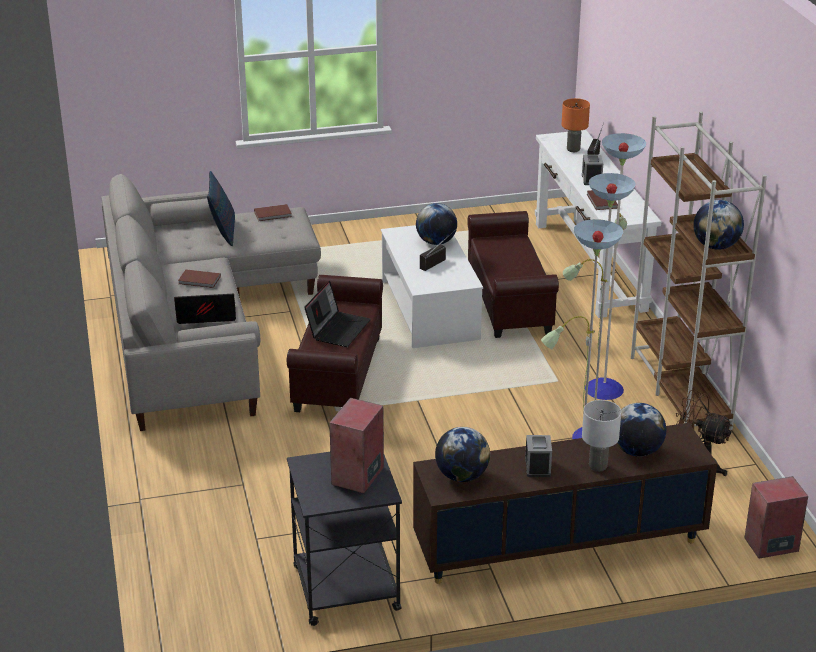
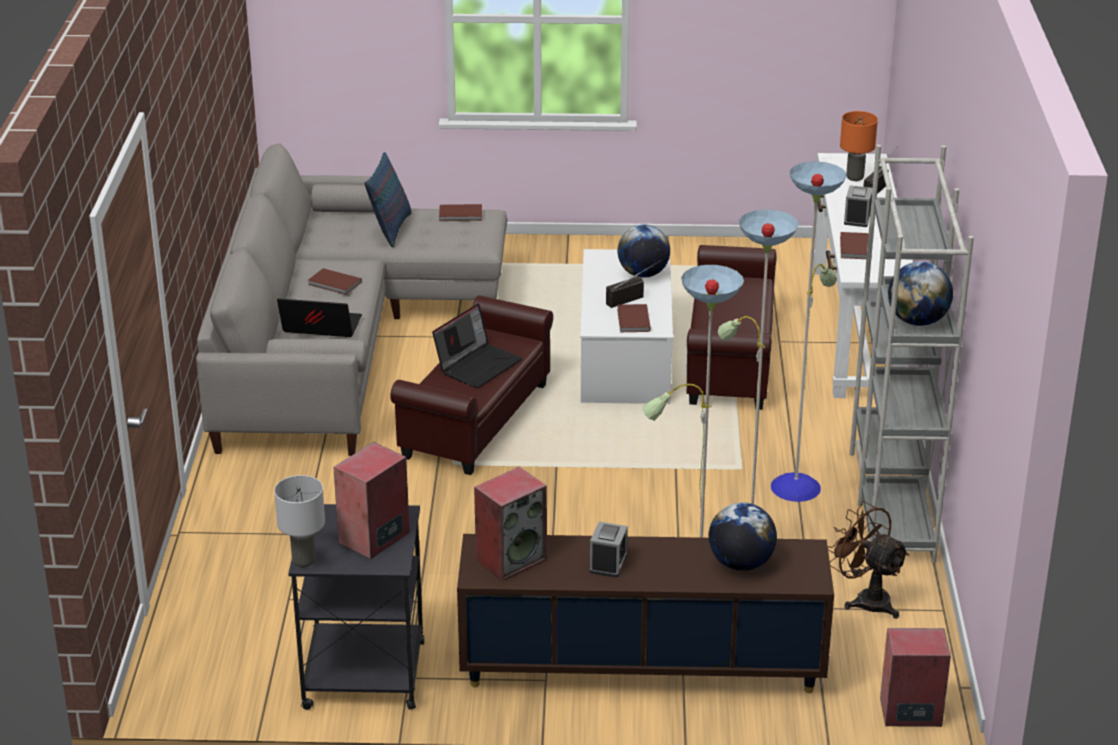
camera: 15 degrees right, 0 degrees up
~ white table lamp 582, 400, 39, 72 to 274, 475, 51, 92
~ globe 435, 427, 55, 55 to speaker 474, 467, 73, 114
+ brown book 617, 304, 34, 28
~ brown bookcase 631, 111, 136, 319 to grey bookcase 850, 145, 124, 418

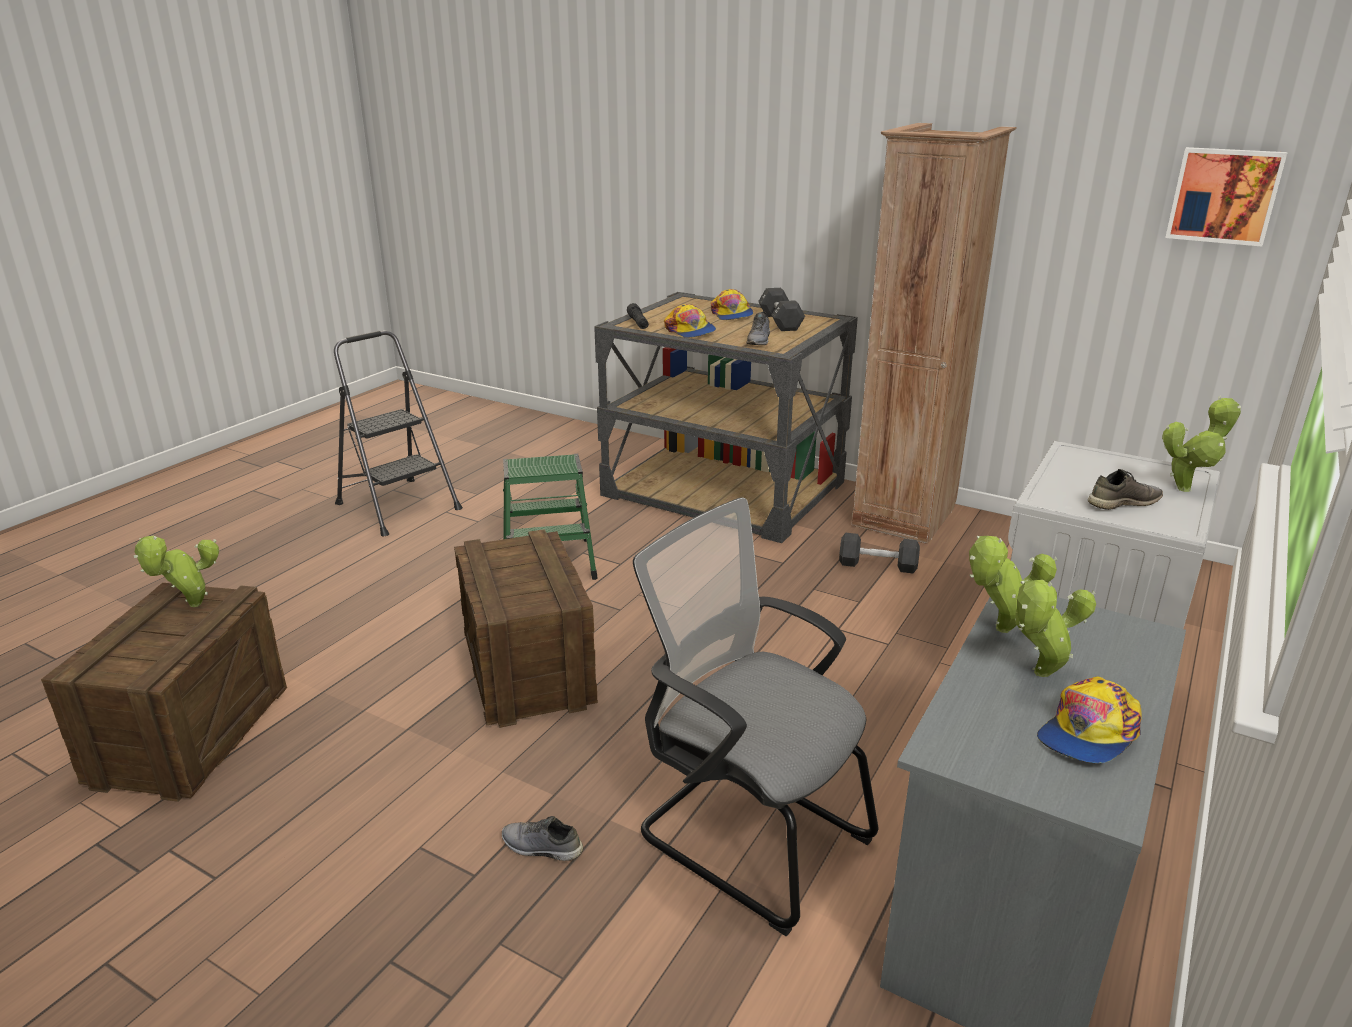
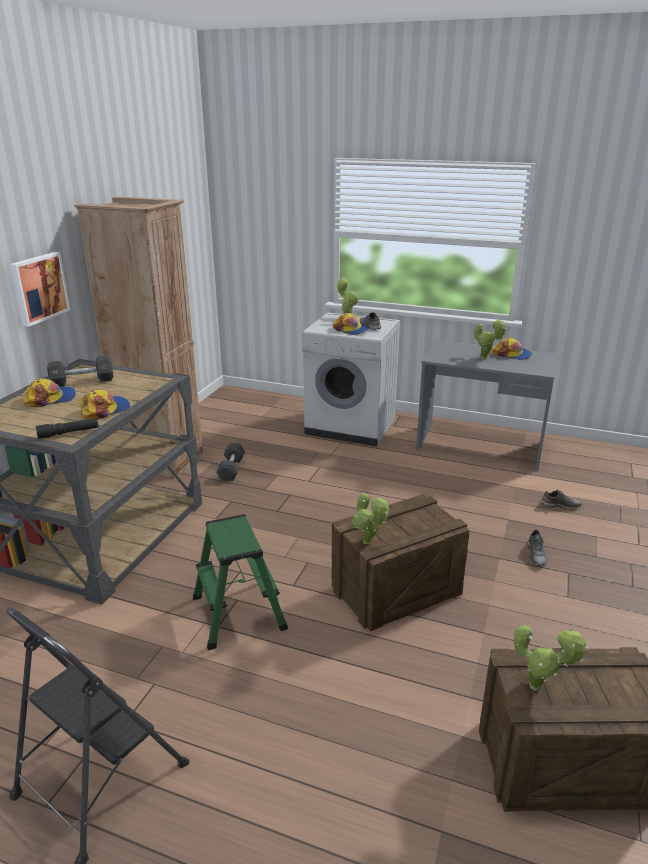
camera: 100 degrees left, 0 degrees up
~ picture 1165, 147, 123, 100 to 9, 252, 61, 75
+ cap 333, 313, 36, 22
~ potted plant 969, 536, 88, 97 to 352, 492, 37, 52
~ grey shoe 746, 312, 24, 33 to 541, 490, 41, 20
- chair 633, 498, 245, 438

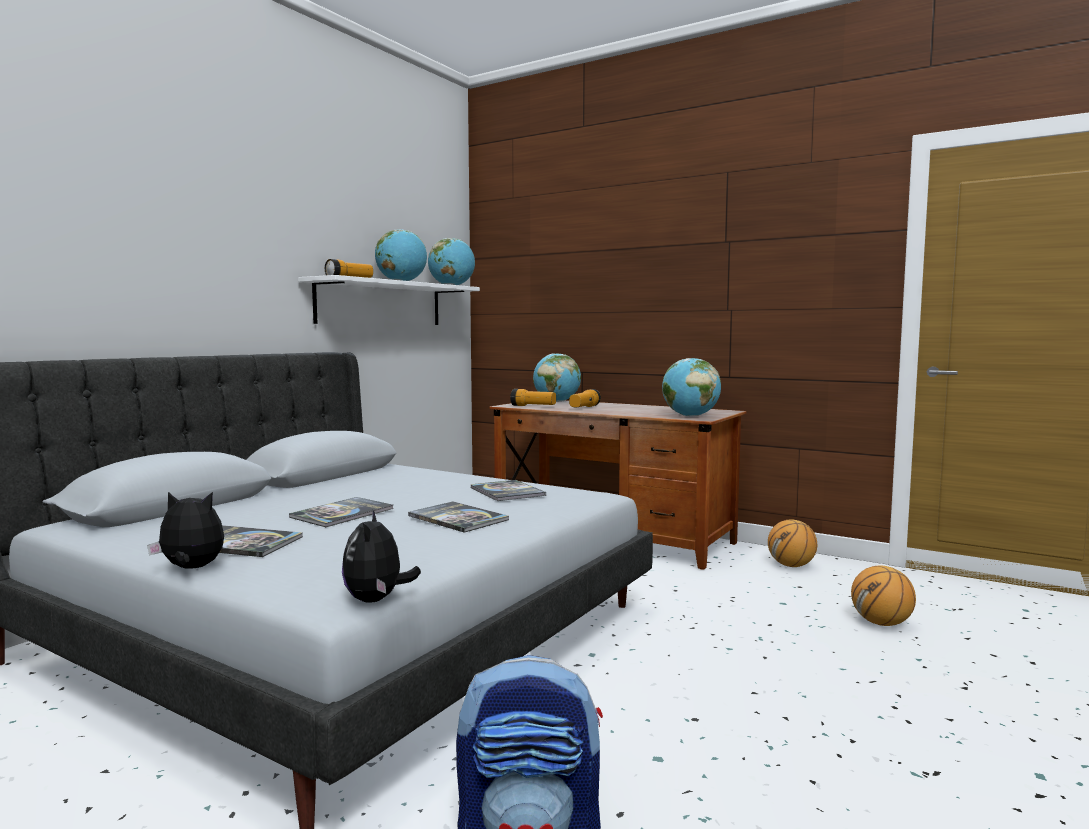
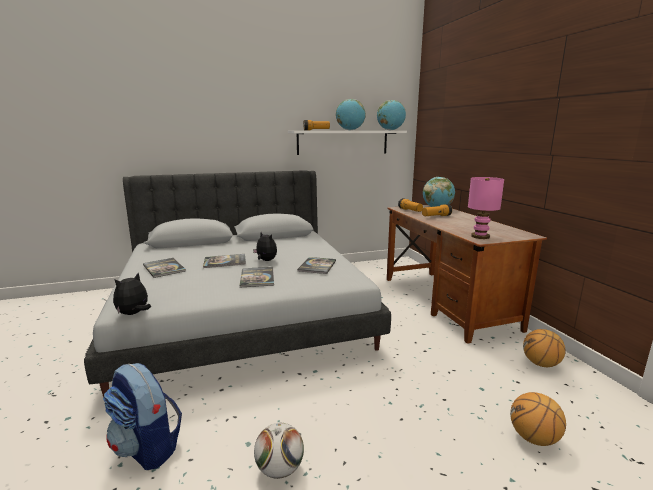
camera: 40 degrees right, 10 degrees up
~ plush toy 147, 492, 77, 77 to 253, 232, 24, 29
+ football 254, 423, 50, 56
~ globe 662, 358, 59, 59 to pink table lamp 468, 177, 36, 62

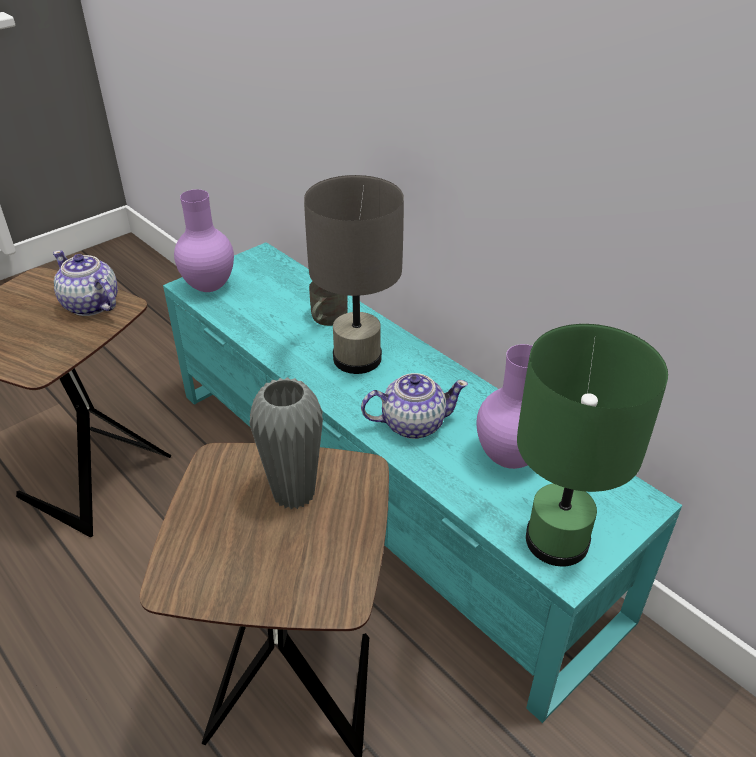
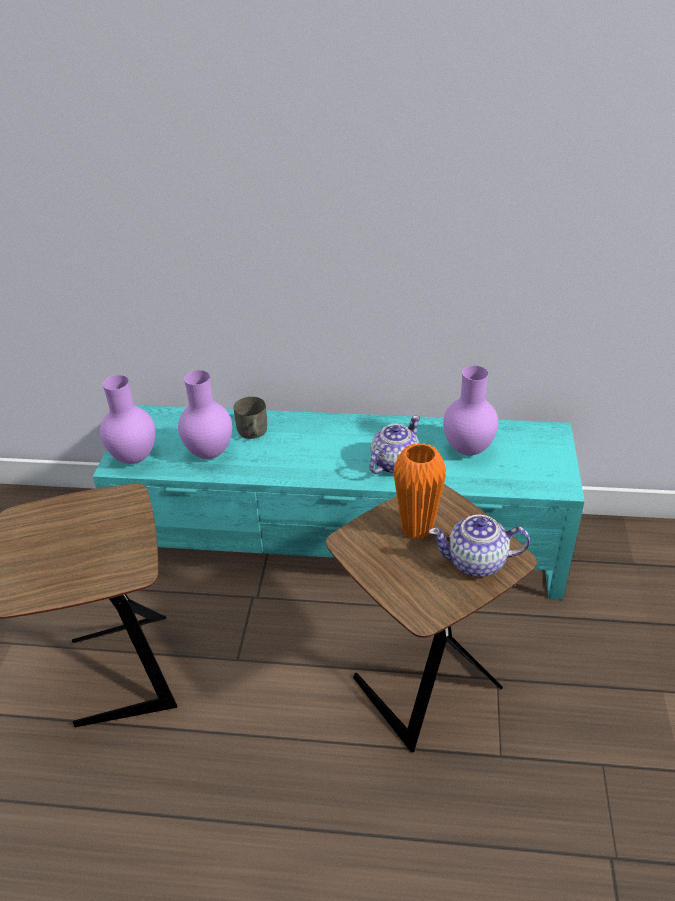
camera: 40 degrees left, 0 degrees up
+ purple vase 178, 370, 54, 89
~ grey vase 249, 377, 74, 132 to orange vase 393, 443, 53, 97
~ teapot 53, 250, 65, 66 to 428, 515, 102, 62
- grey table lamp 304, 175, 100, 199
- green table lamp 517, 324, 151, 242

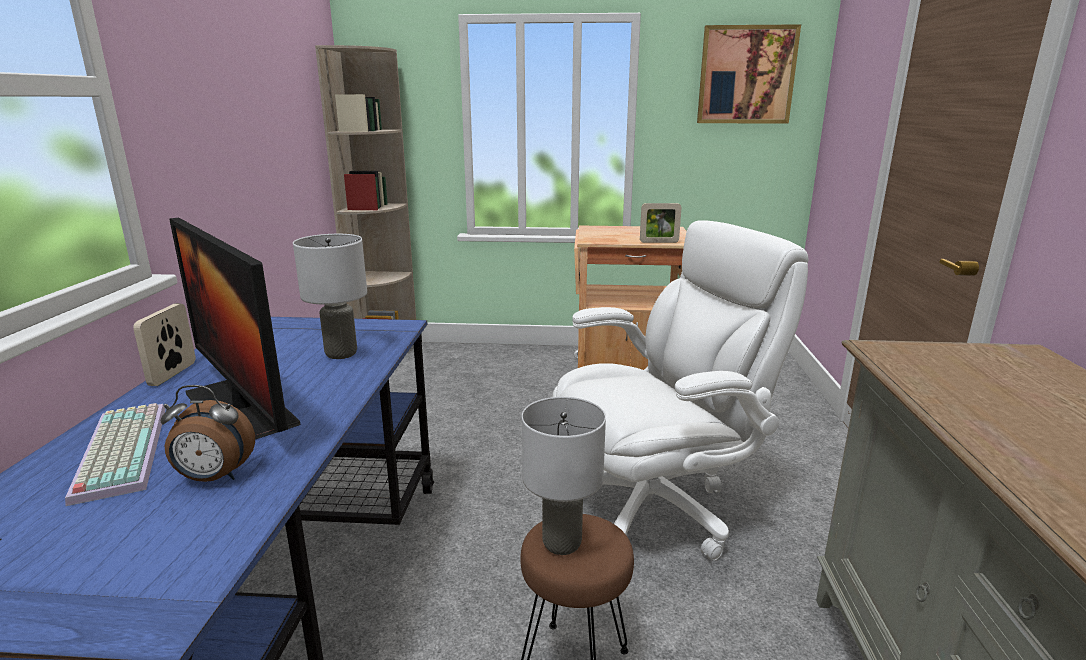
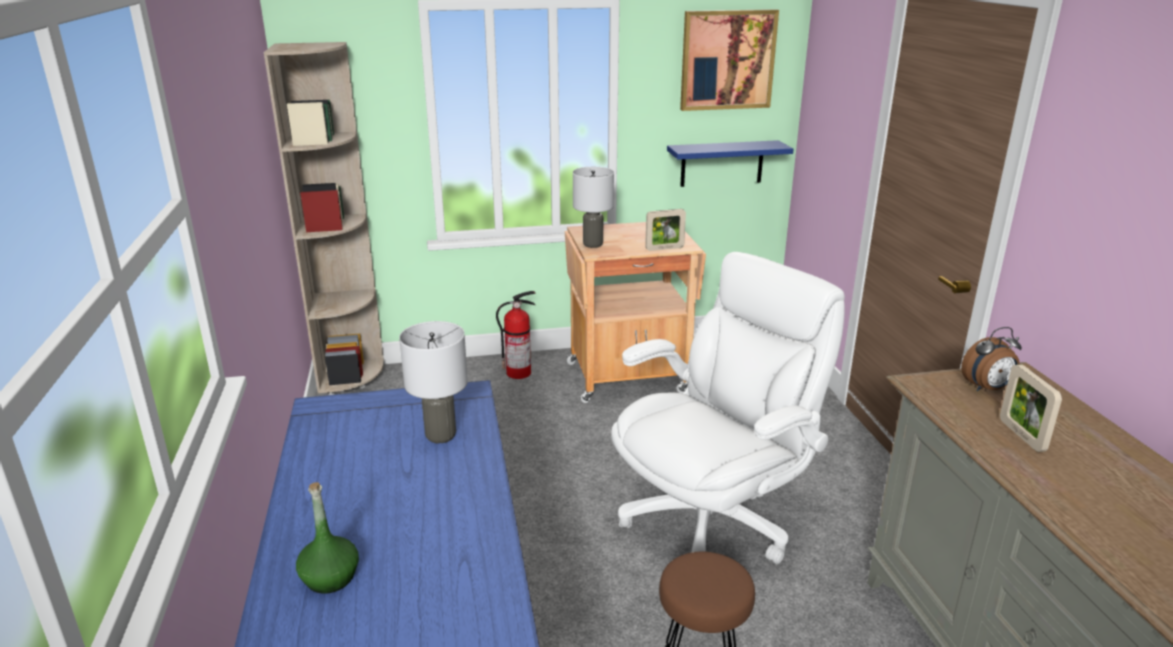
camera: 15 degrees left, 5 degrees up
~ keyboard 65, 403, 101, 103 to green bottle 296, 482, 63, 112
+ fire extinguisher 496, 291, 39, 88
~ white table lamp 522, 397, 84, 158 to 573, 167, 41, 81
+ blue shelf 667, 140, 126, 47
~ alarm clock 161, 385, 94, 97 to 961, 327, 61, 64
~ picture frame 133, 304, 63, 82 to 1000, 364, 62, 88
- monitor 169, 218, 132, 221

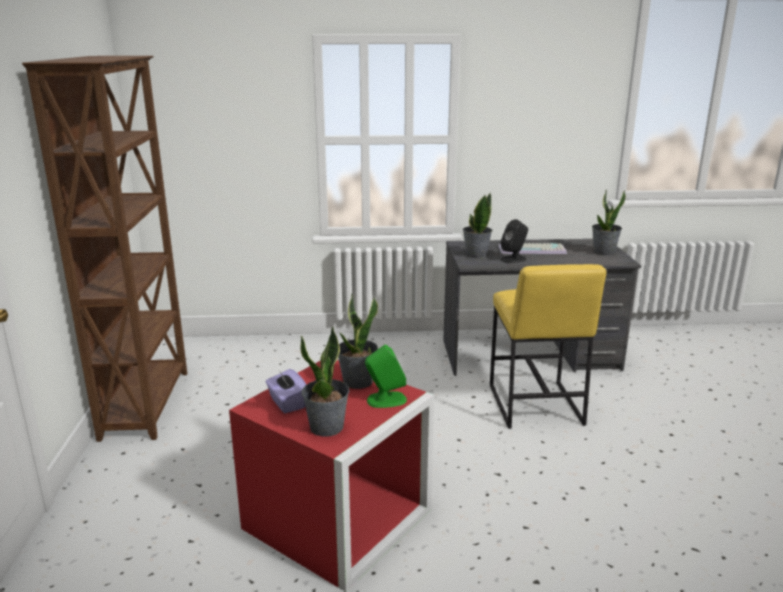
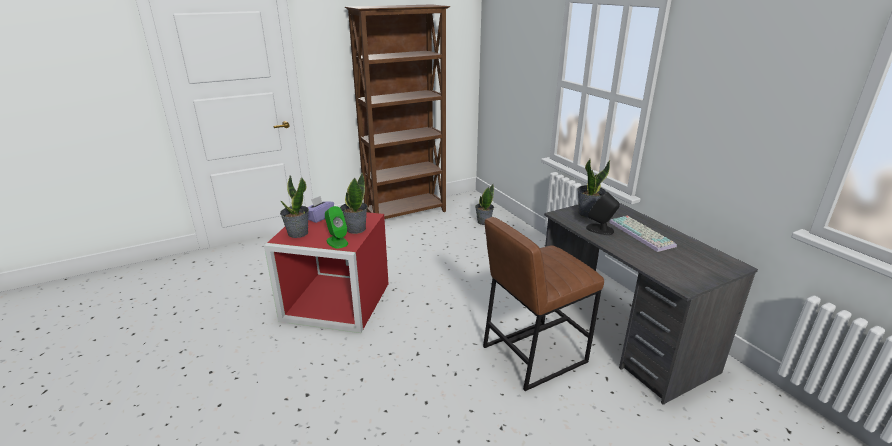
camera: 65 degrees right, 5 degrees up
~ potted plant 592, 189, 34, 67 to 475, 184, 19, 41
~ yellow chair 490, 264, 116, 165 to brown chair 483, 217, 121, 174

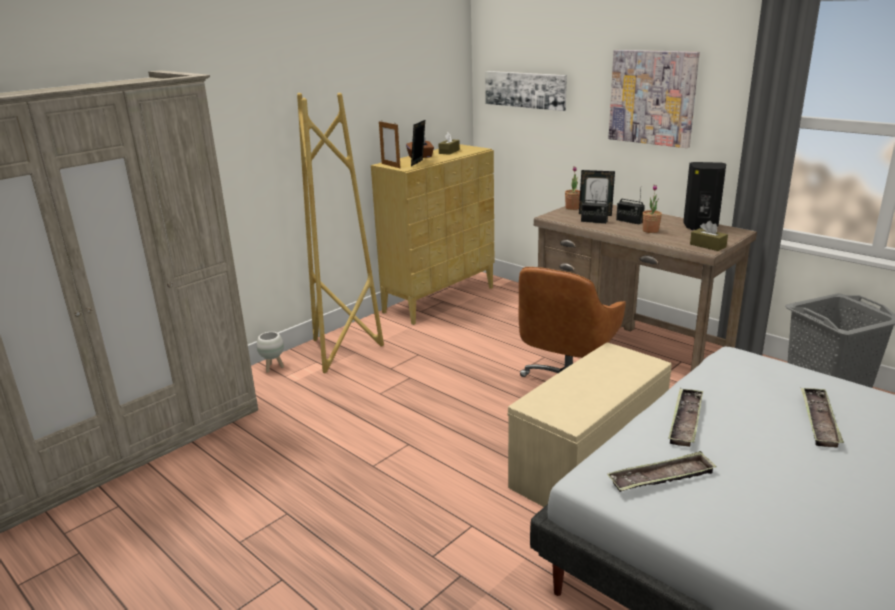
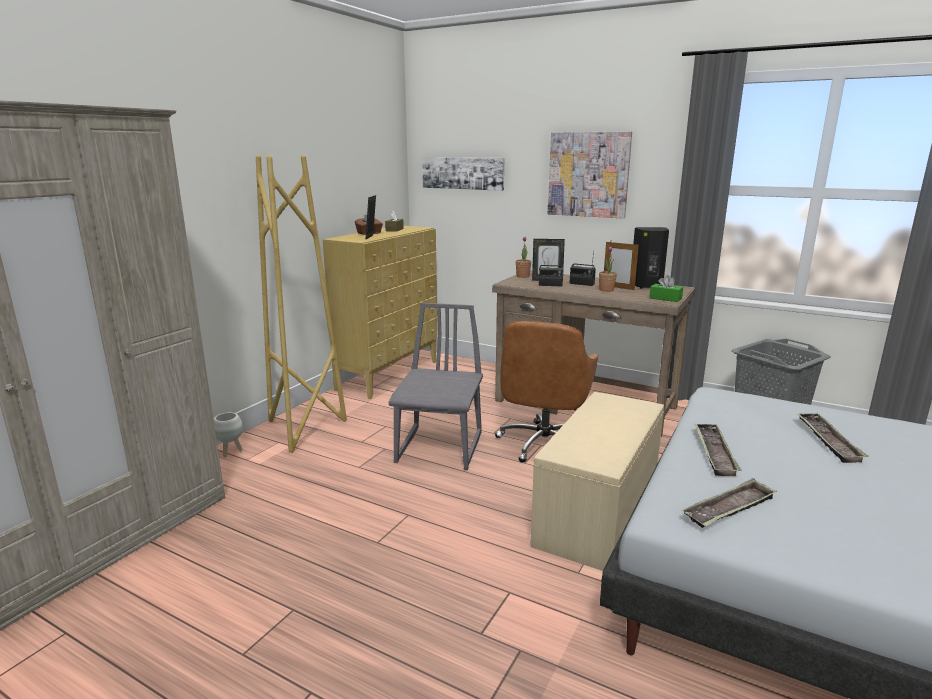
camera: 15 degrees left, 5 degrees down
+ grey chair 389, 303, 94, 167
~ picture frame 379, 120, 22, 48 to 604, 242, 35, 48
~ brown tissue box 690, 221, 38, 30 to green tissue box 649, 275, 34, 27

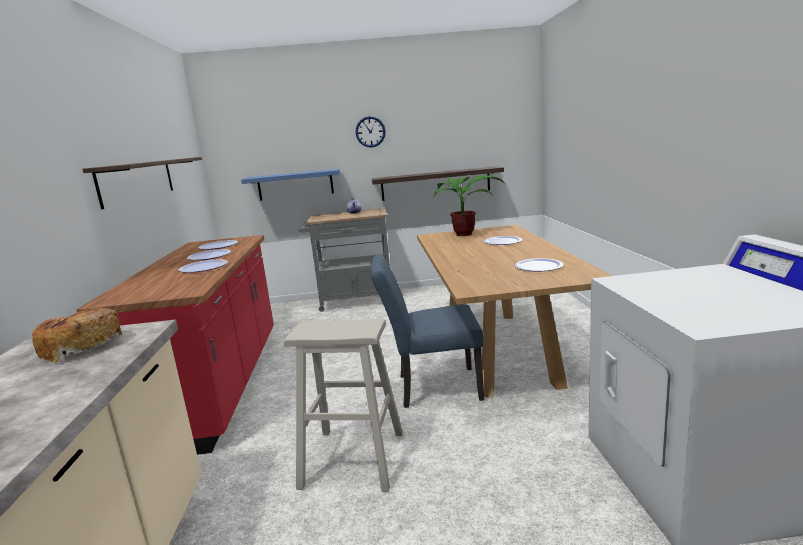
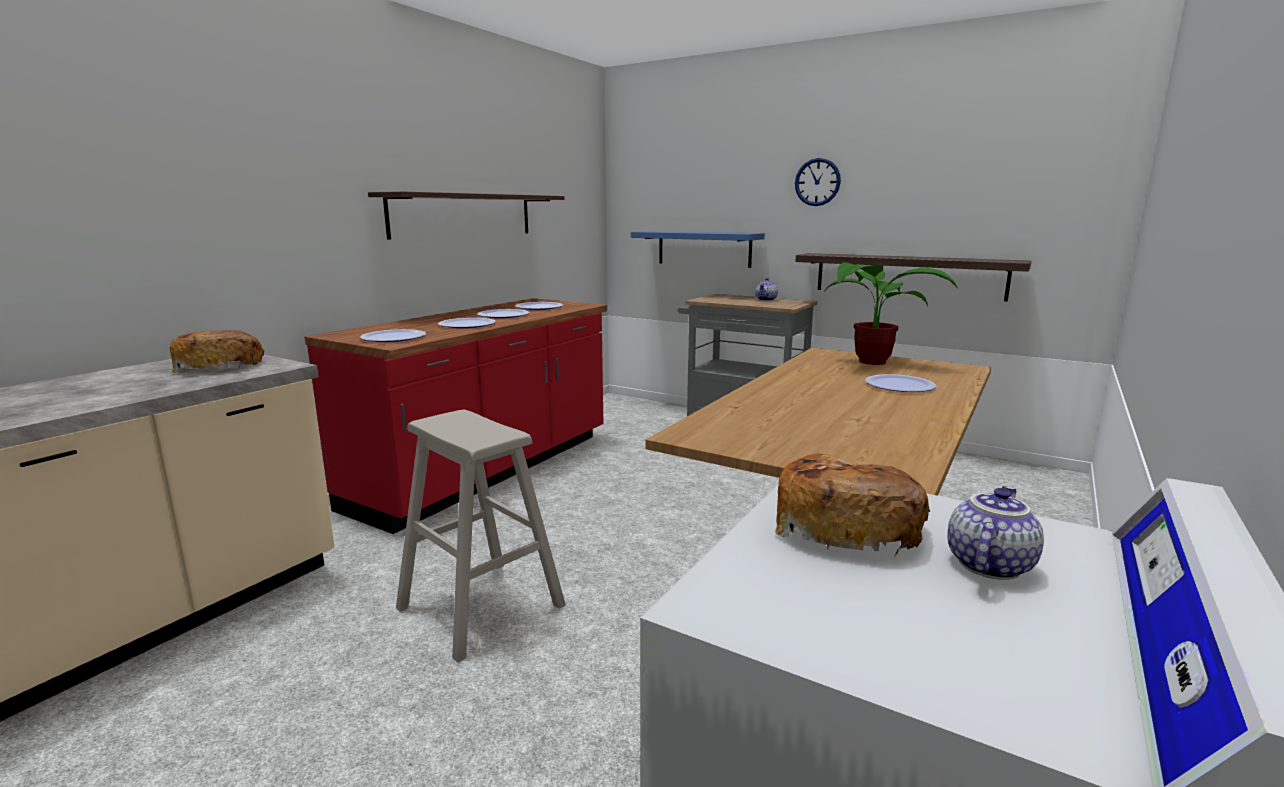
camera: 35 degrees right, 0 degrees up
~ plate 515, 258, 49, 14 to 360, 329, 66, 13
+ bread 775, 454, 155, 103
+ teapot 947, 486, 97, 94
- blue chair 370, 255, 114, 153

